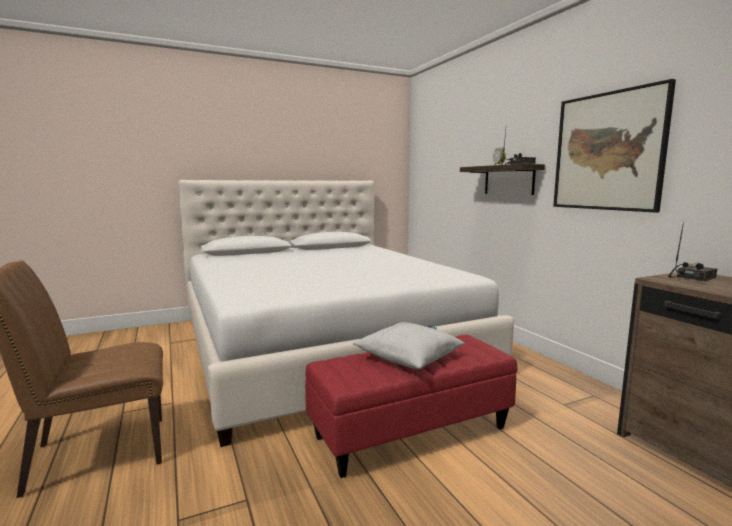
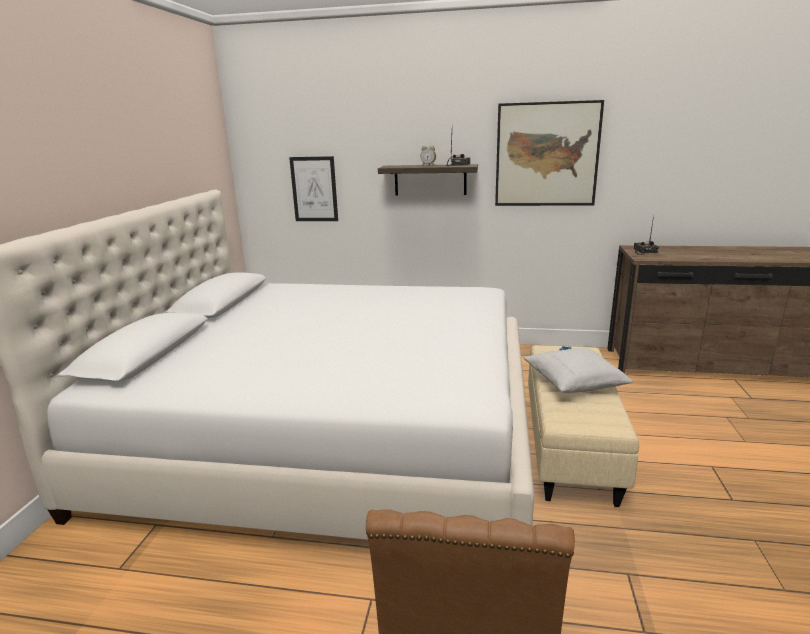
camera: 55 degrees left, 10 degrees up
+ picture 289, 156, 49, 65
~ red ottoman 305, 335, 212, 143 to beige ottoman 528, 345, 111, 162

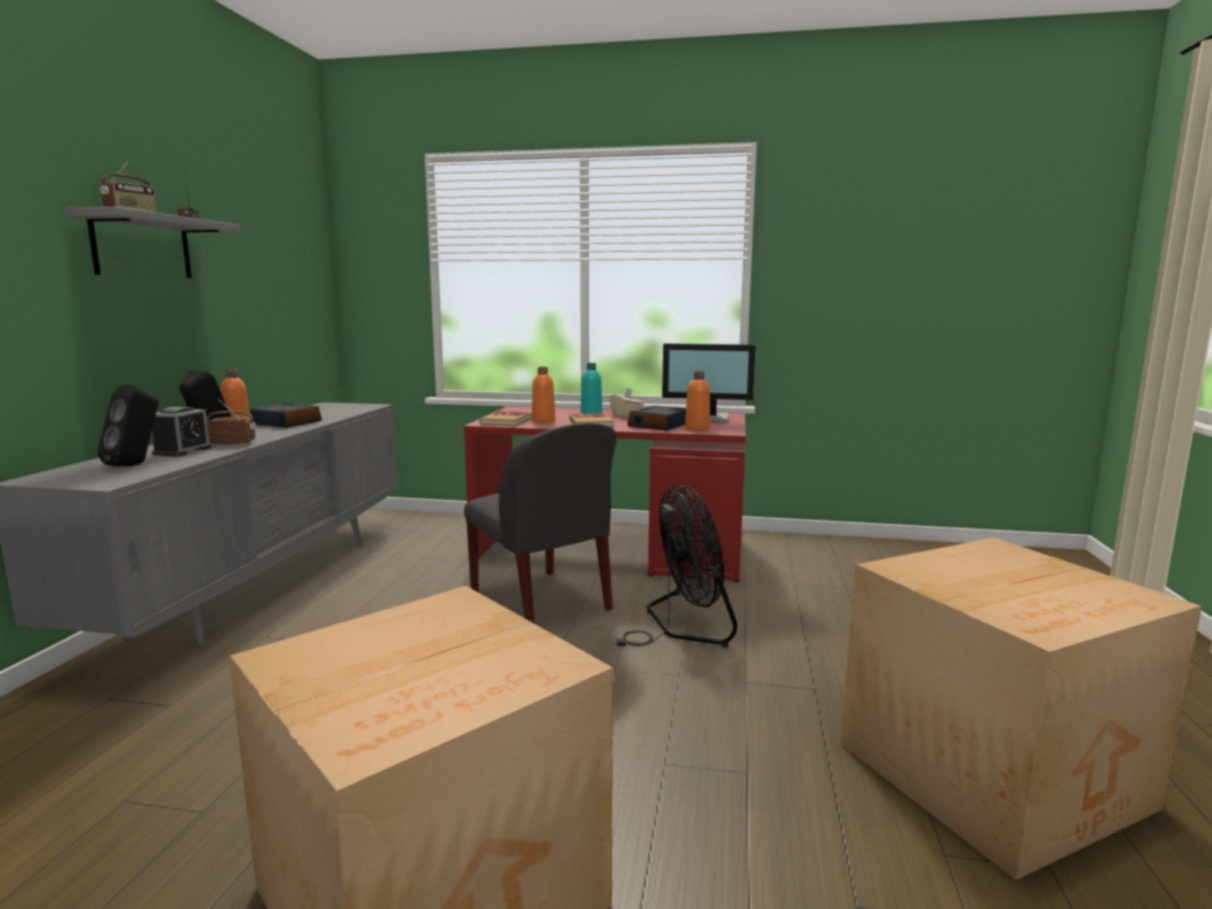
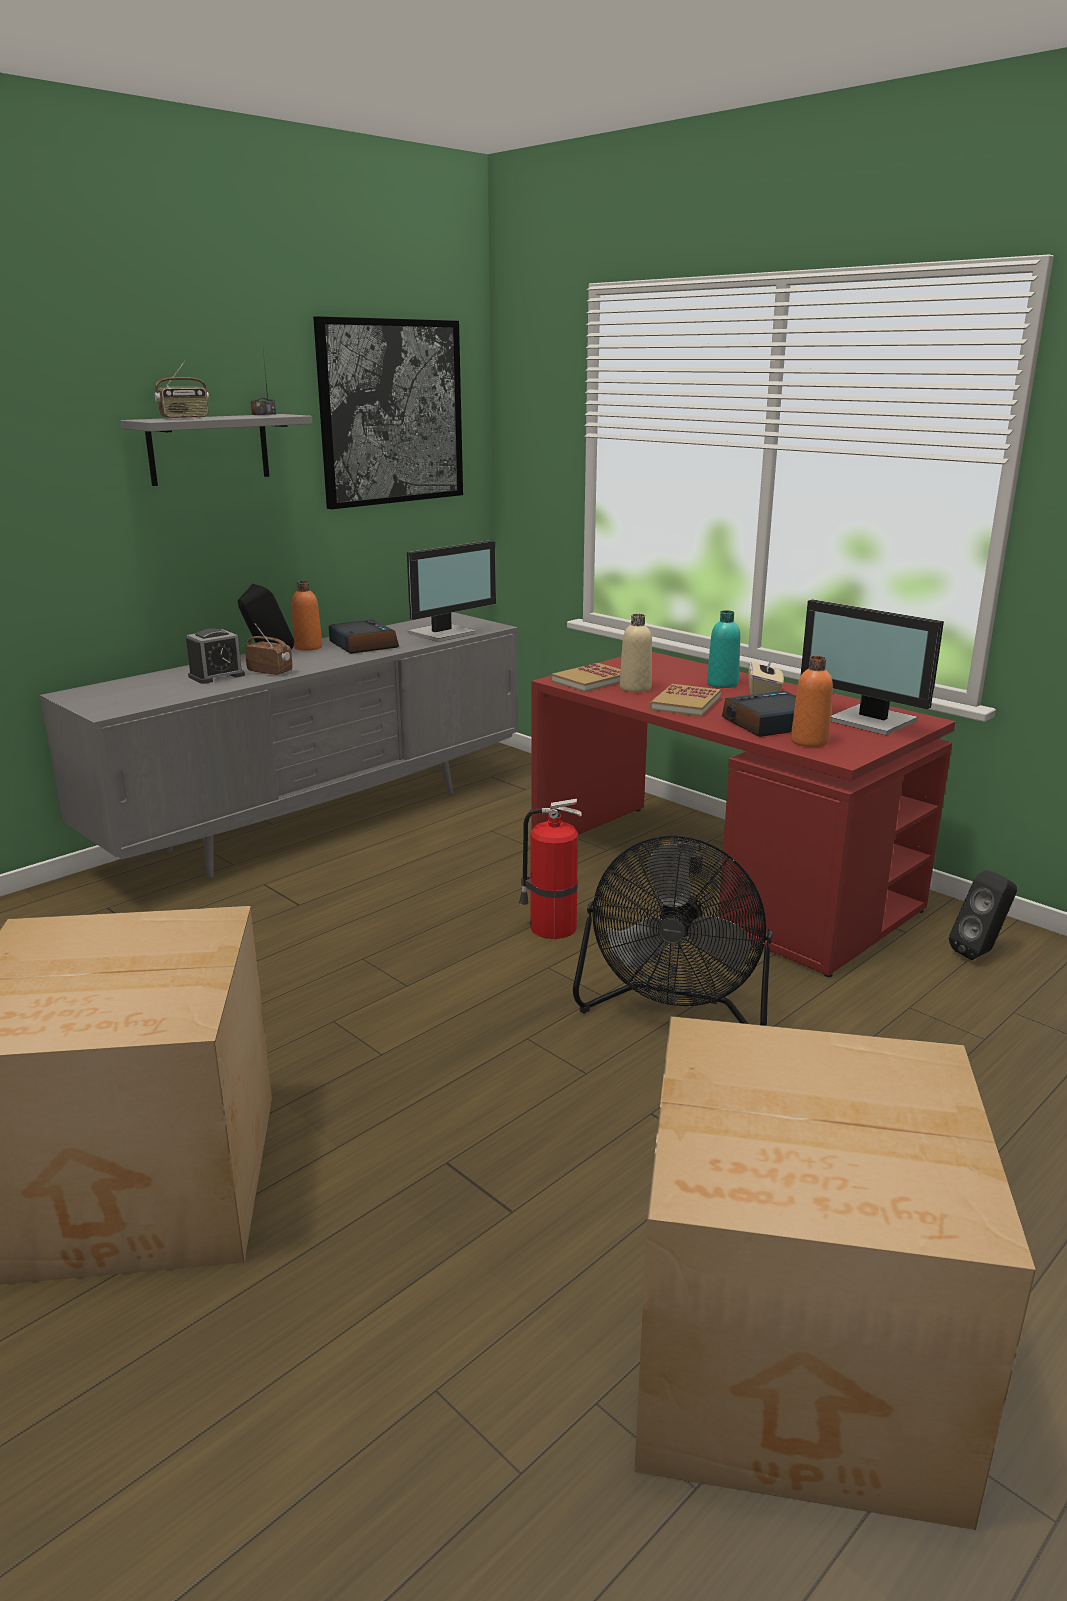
camera: 35 degrees right, 10 degrees up
+ picture 313, 316, 150, 193
+ monitor 407, 540, 89, 102
~ grey chair 464, 423, 153, 201 to fire extinguisher 519, 799, 63, 140
~ black fan 614, 485, 123, 162 = 573, 836, 200, 190 90 degrees clockwise
~ orange bottle 532, 367, 23, 56 to beige bottle 620, 614, 32, 78
~ black speaker 98, 385, 60, 82 to 949, 870, 68, 90

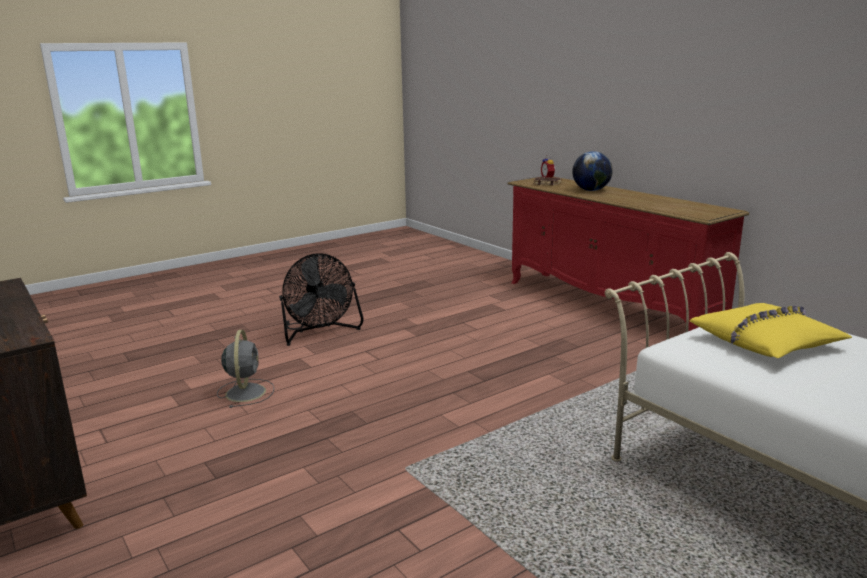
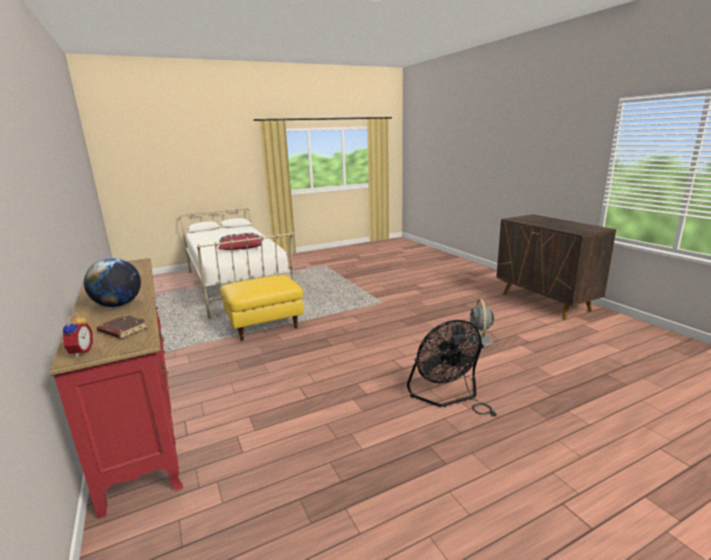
camera: 170 degrees left, 0 degrees up
~ yellow pillow 690, 303, 162, 55 to red pillow 218, 233, 43, 17
+ yellow ottoman 220, 275, 84, 66

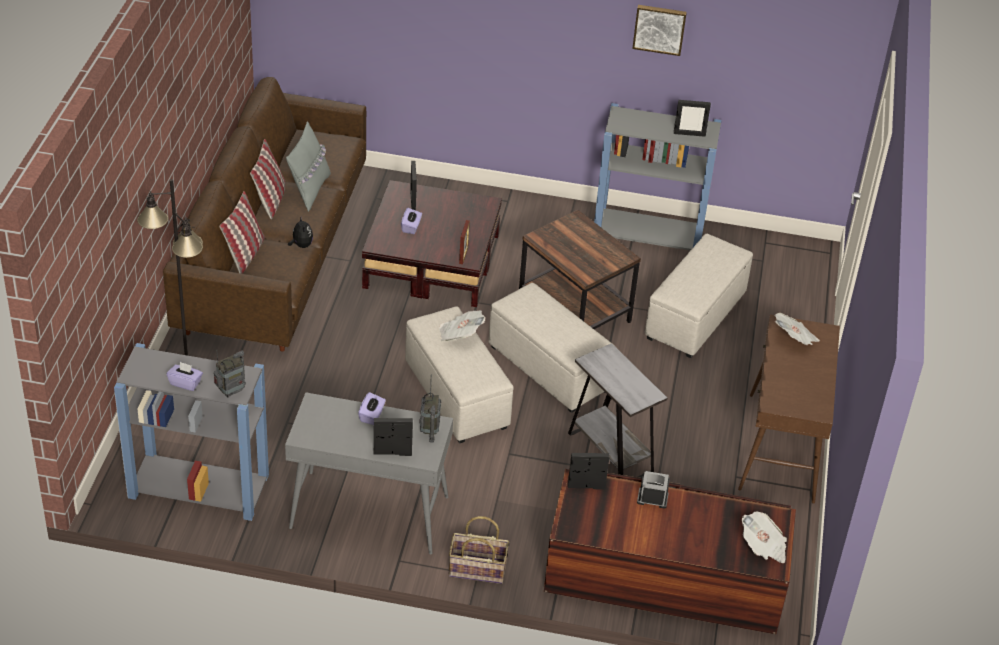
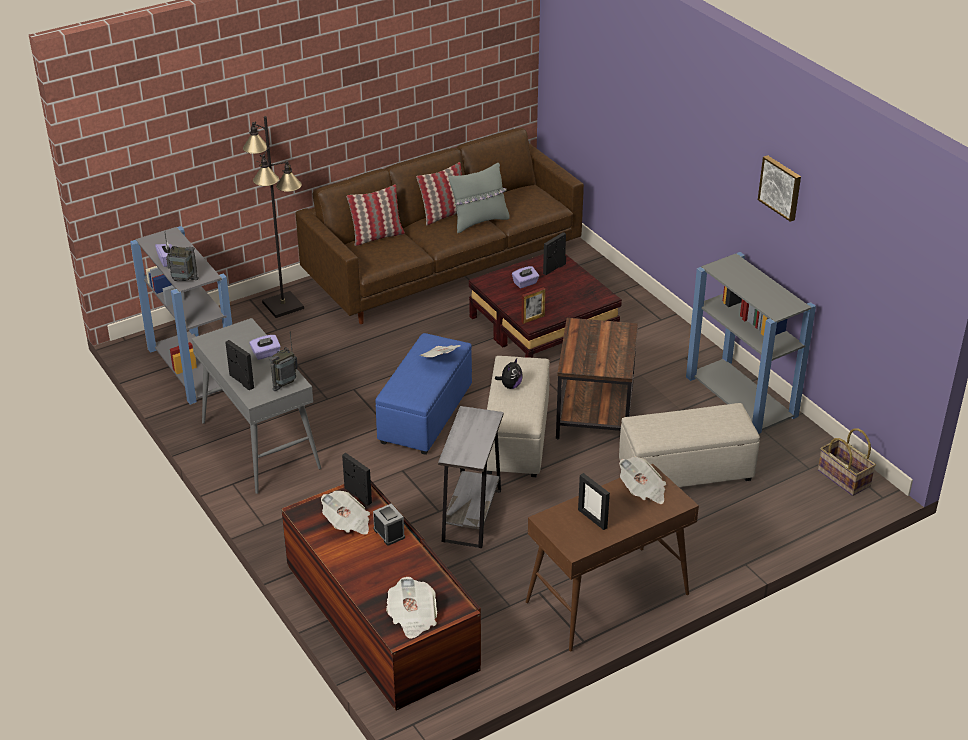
camera: 50 degrees right, 5 degrees down
+ newspaper 321, 491, 49, 44
~ beige ottoman 405, 306, 109, 137 to blue ottoman 375, 333, 97, 122
~ plush toy 288, 216, 25, 32 to 495, 359, 28, 30
~ picture frame 674, 100, 37, 37 to 578, 473, 32, 57
~ basket 449, 516, 60, 68 to 818, 428, 58, 68

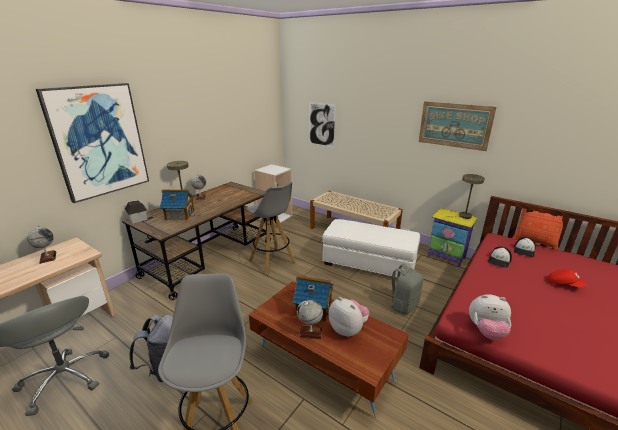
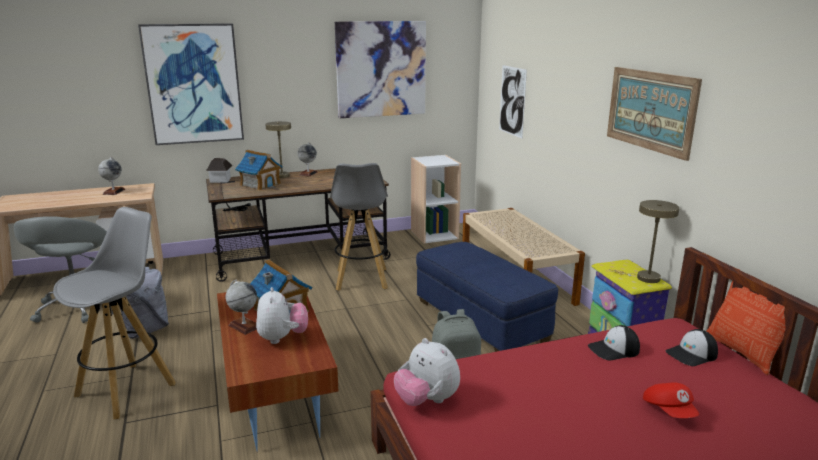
camera: 35 degrees right, 5 degrees down
+ picture 335, 21, 91, 97
~ white ottoman 323, 219, 97, 58 to blue ottoman 416, 242, 142, 110

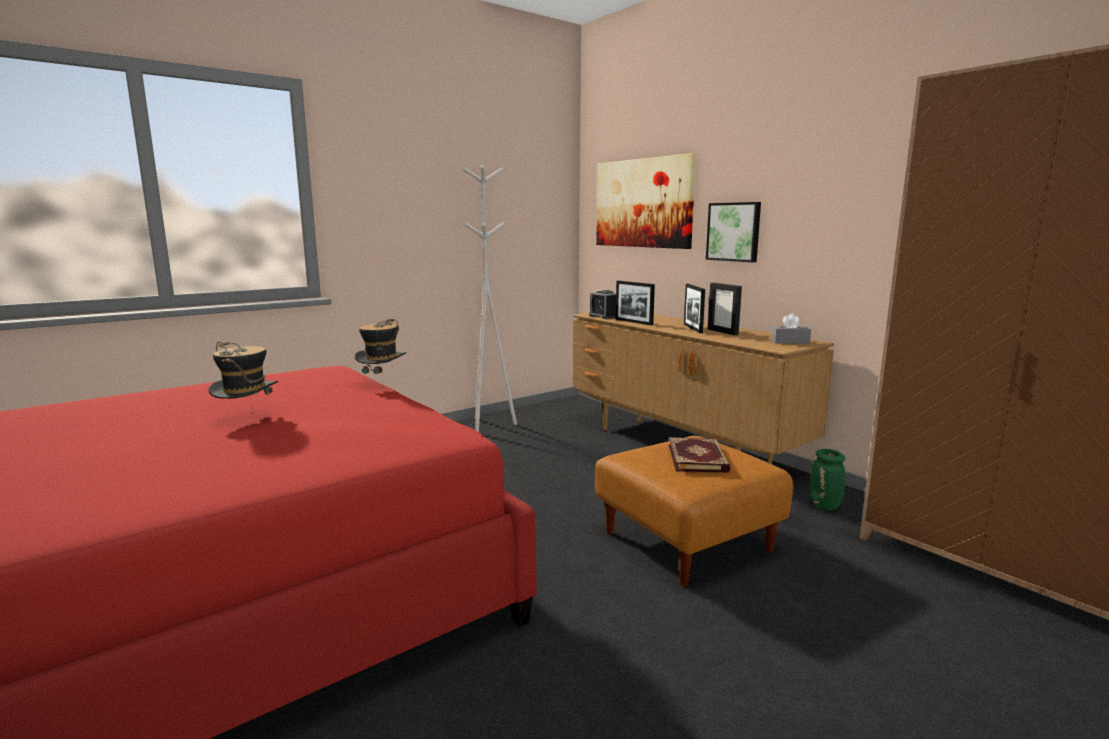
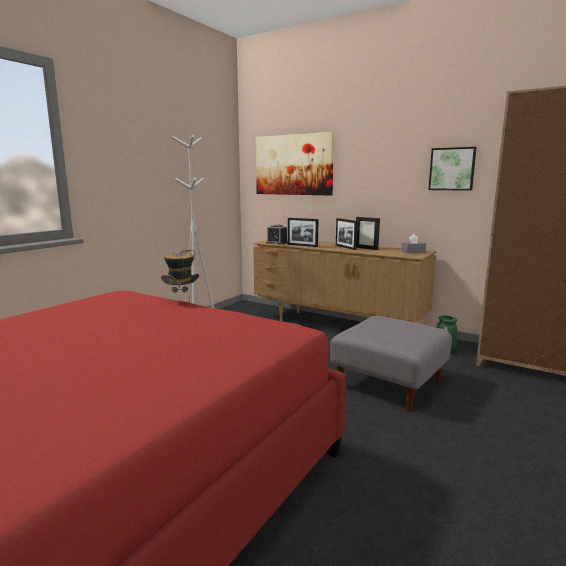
camera: 20 degrees left, 0 degrees up
~ brown ottoman 595, 436, 198, 150 to grey ottoman 330, 316, 122, 95
~ picture 706, 202, 55, 60 to 429, 147, 47, 44
- hat 208, 341, 70, 69
- book 669, 437, 62, 36

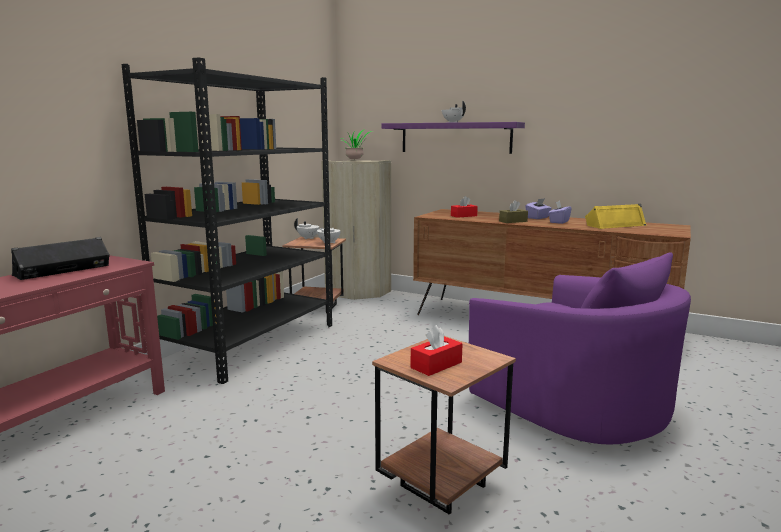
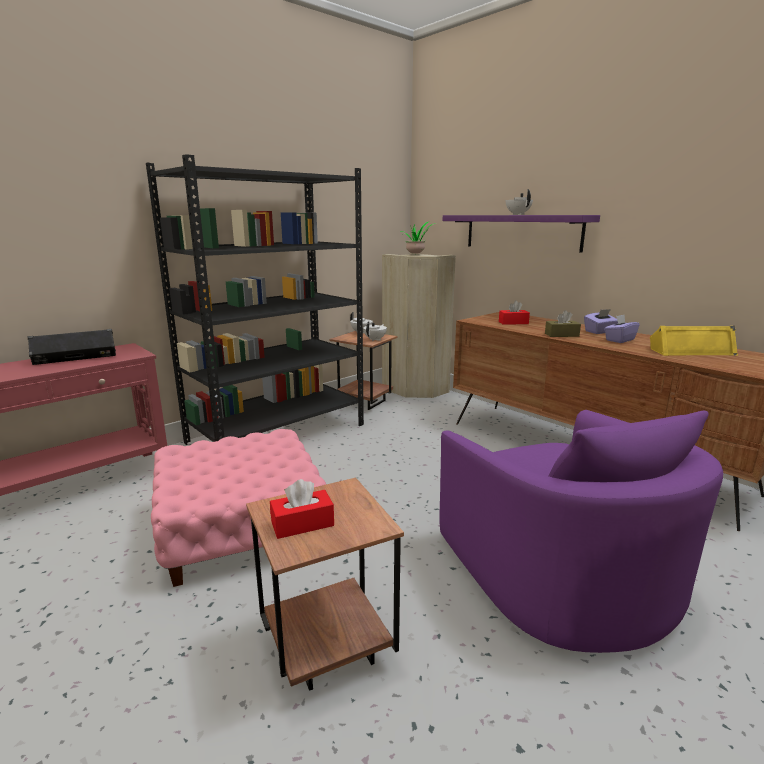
camera: 20 degrees right, 5 degrees up
+ pink ottoman 151, 429, 175, 158

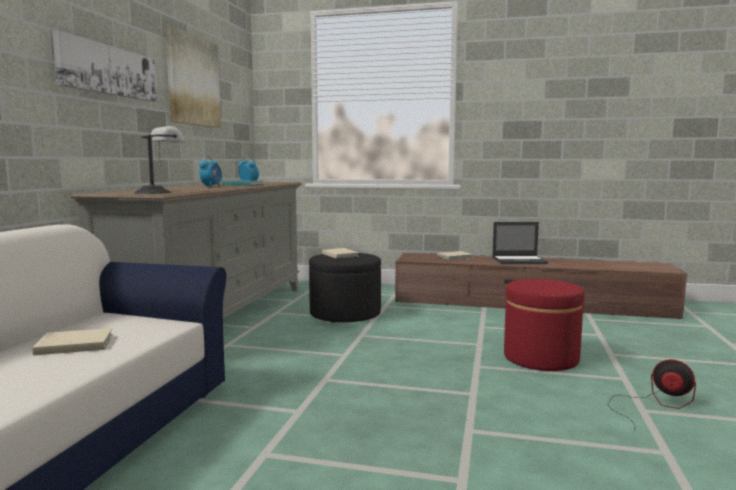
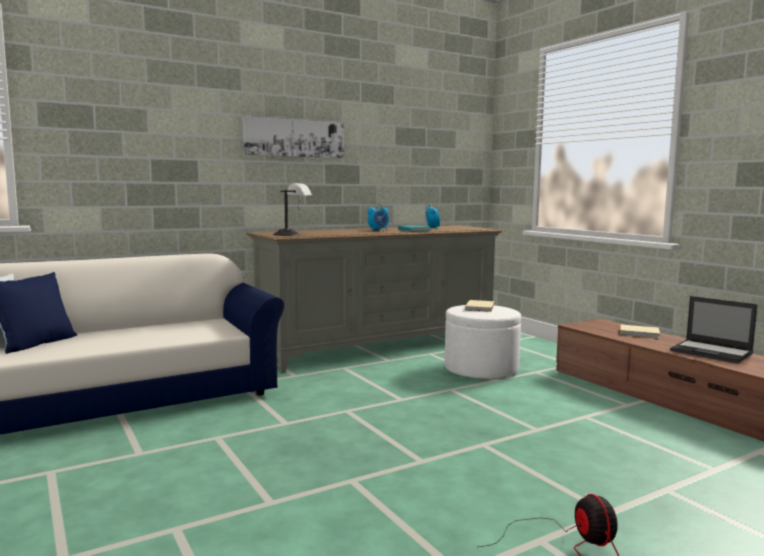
camera: 45 degrees right, 0 degrees up
~ black ottoman 309, 253, 72, 70 to white ottoman 445, 305, 76, 74
- beige book 32, 328, 81, 28
- picture 165, 25, 56, 103
- red ottoman 504, 279, 80, 92

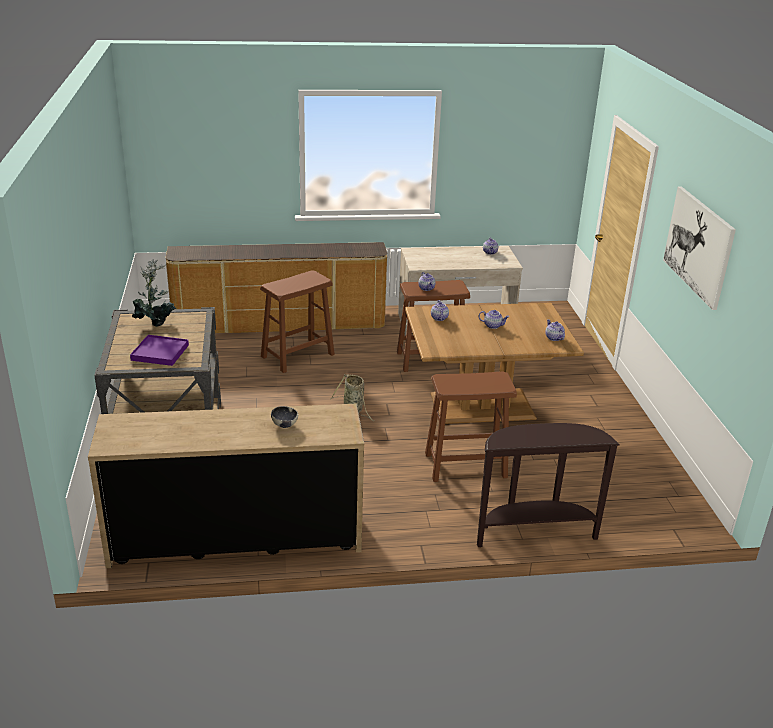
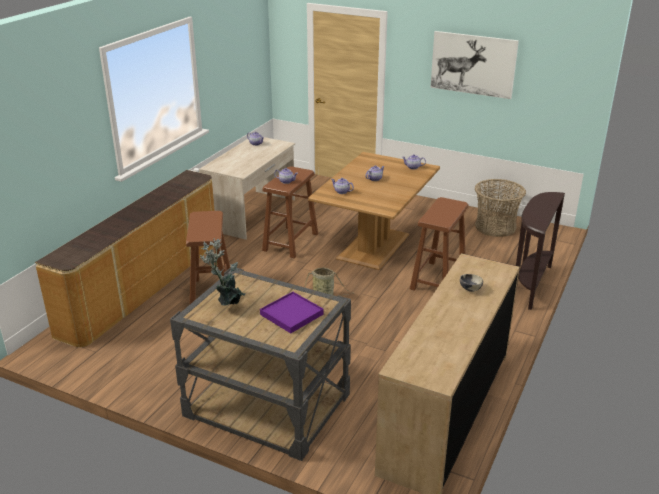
camera: 55 degrees left, 0 degrees up
+ basket 475, 179, 51, 58

